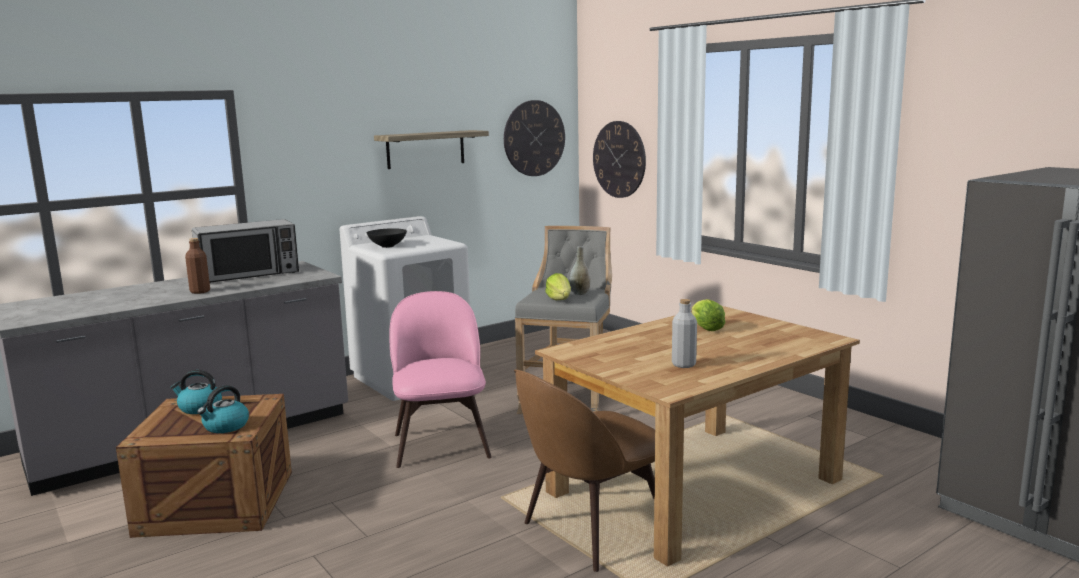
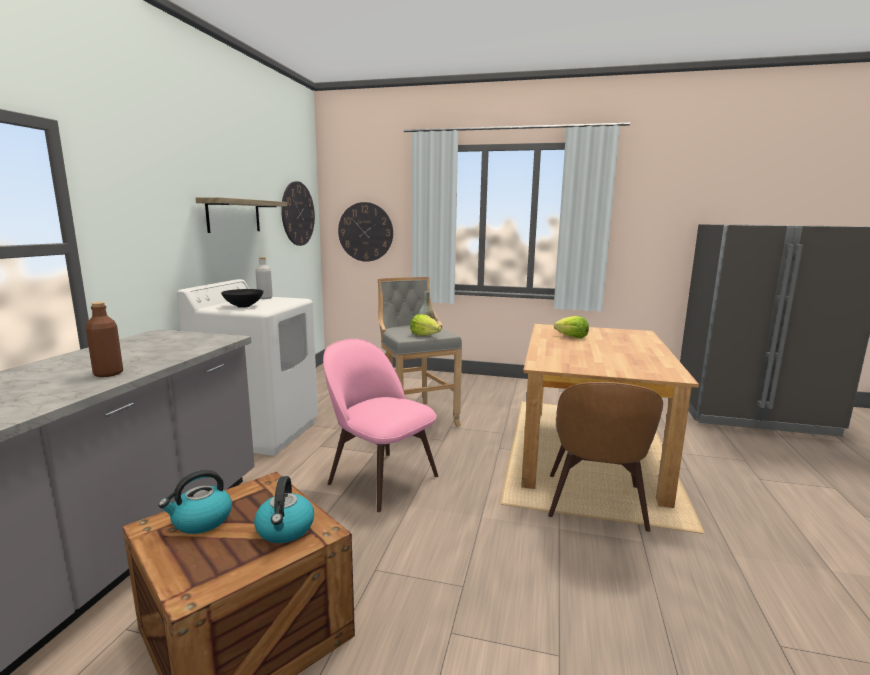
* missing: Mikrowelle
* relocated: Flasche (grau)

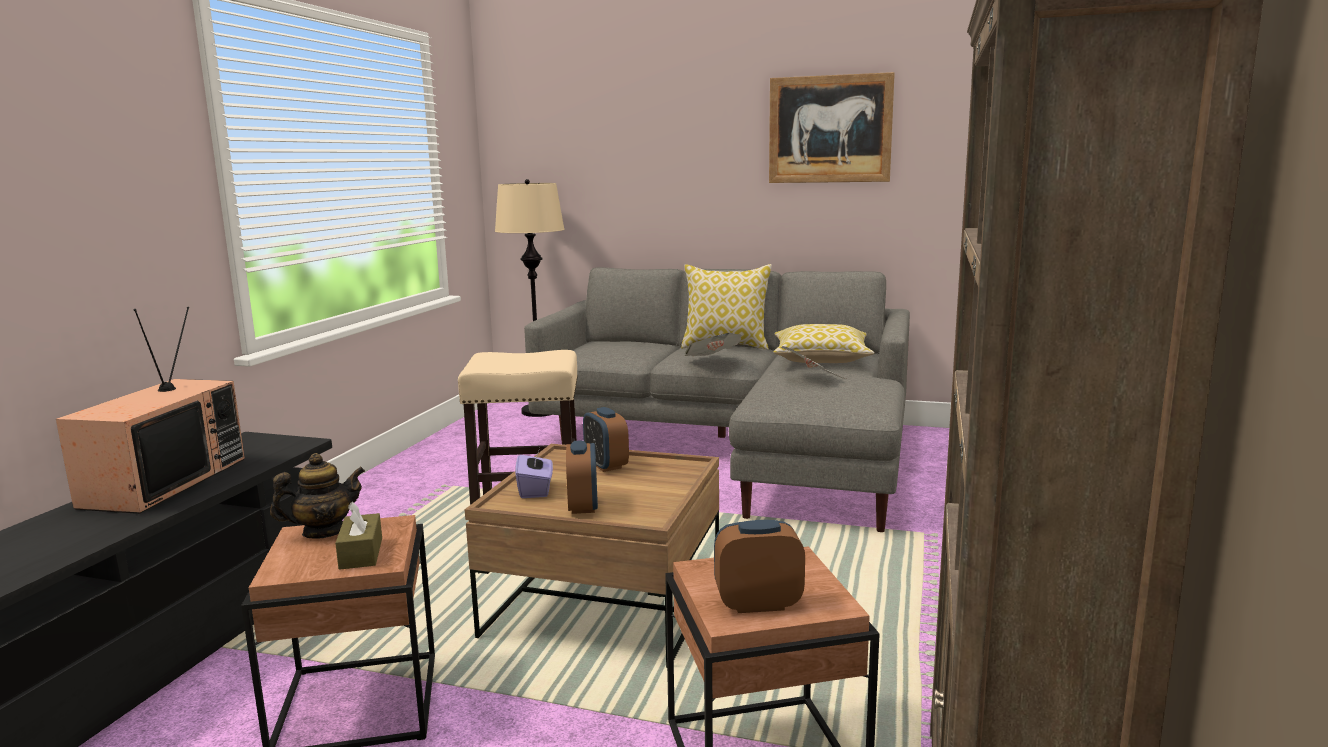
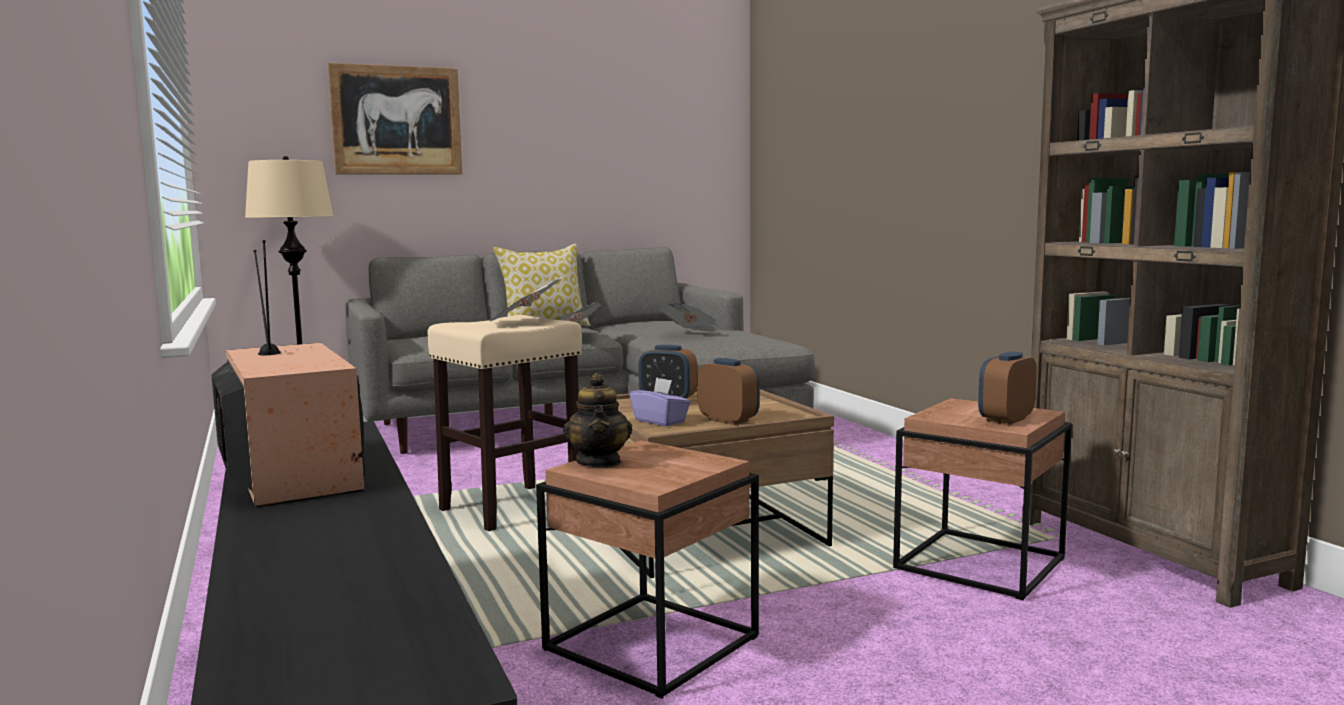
* missing: Taschentuchbox (braun)
* missing: Kissen (no. 2 from left)
* appeared: Zeitung (no. 1 from left)
* relocated: Bild
* spun: Teekanne 150 degrees clockwise

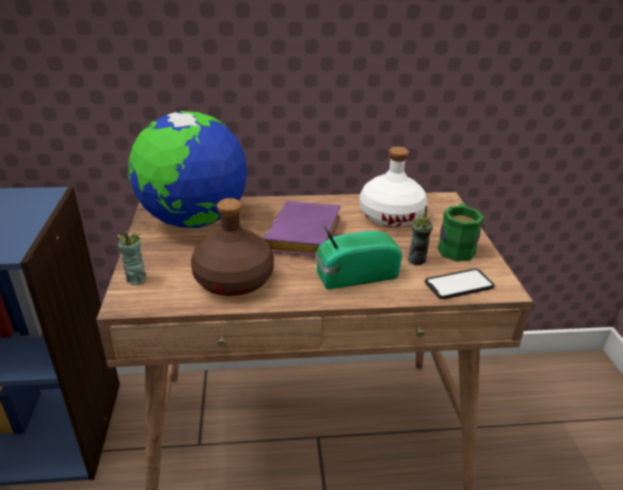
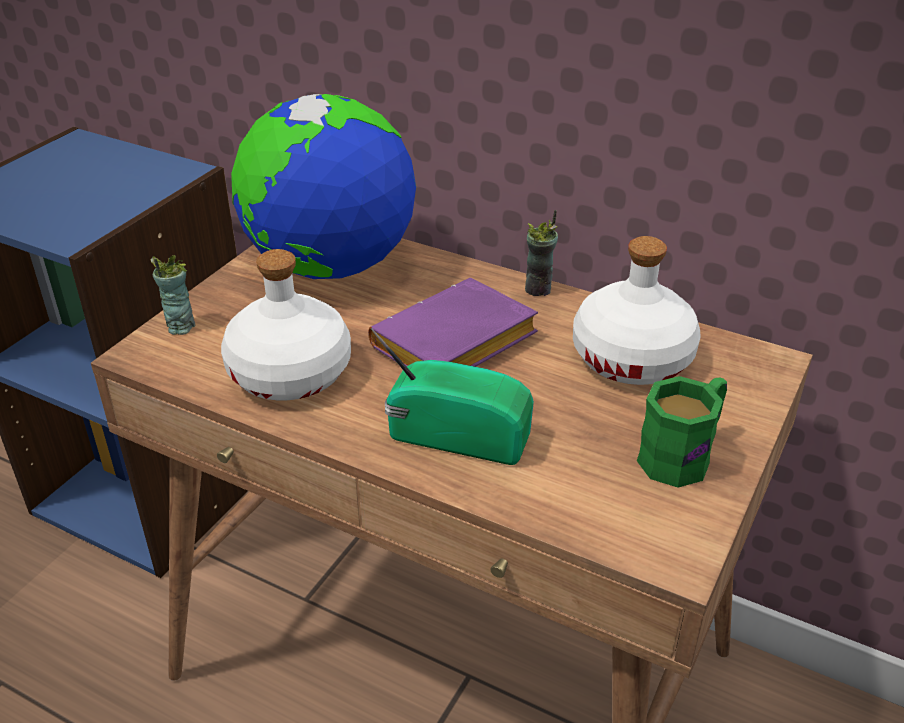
* missing: Handy
* relocated: Tasse (no. 2 from left)
* colour: Flasche (braun) to Flasche (weiß) (no. 1 from left)

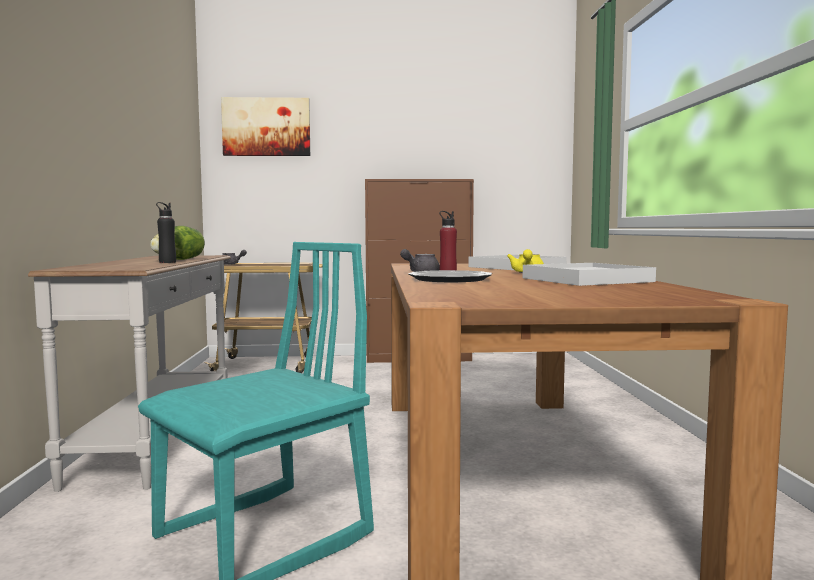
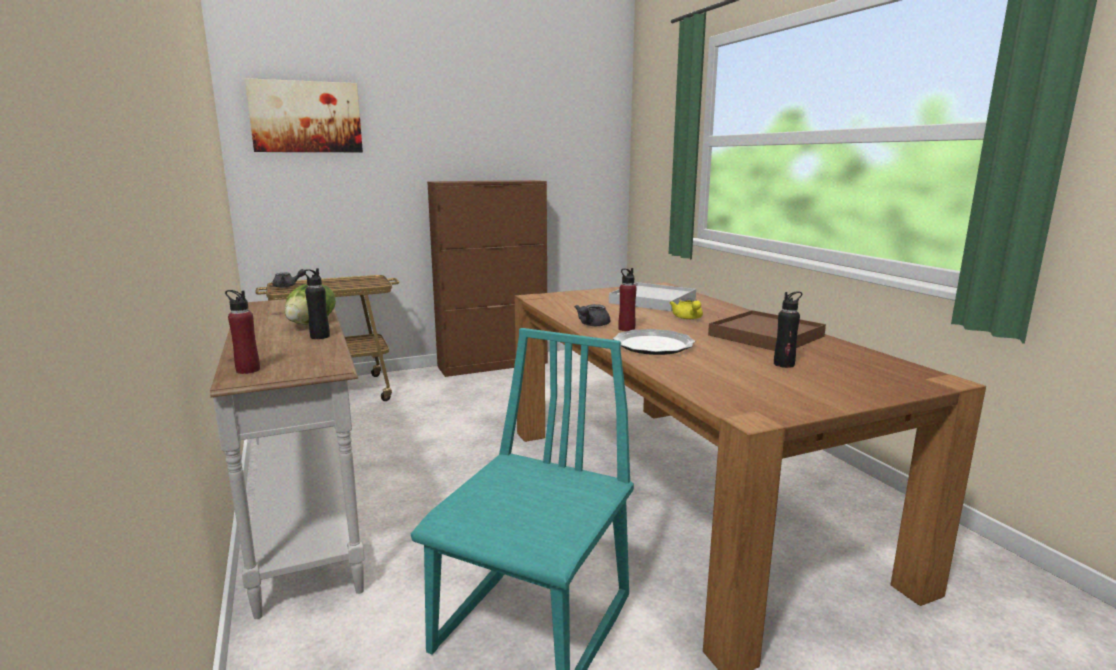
* appeared: Flasche (rot) (no. 1 from left)
* appeared: Flasche (schwarz) (no. 2 from left)
* colour: Tablett (weiß) (no. 2 from left) to Tablett (braun)

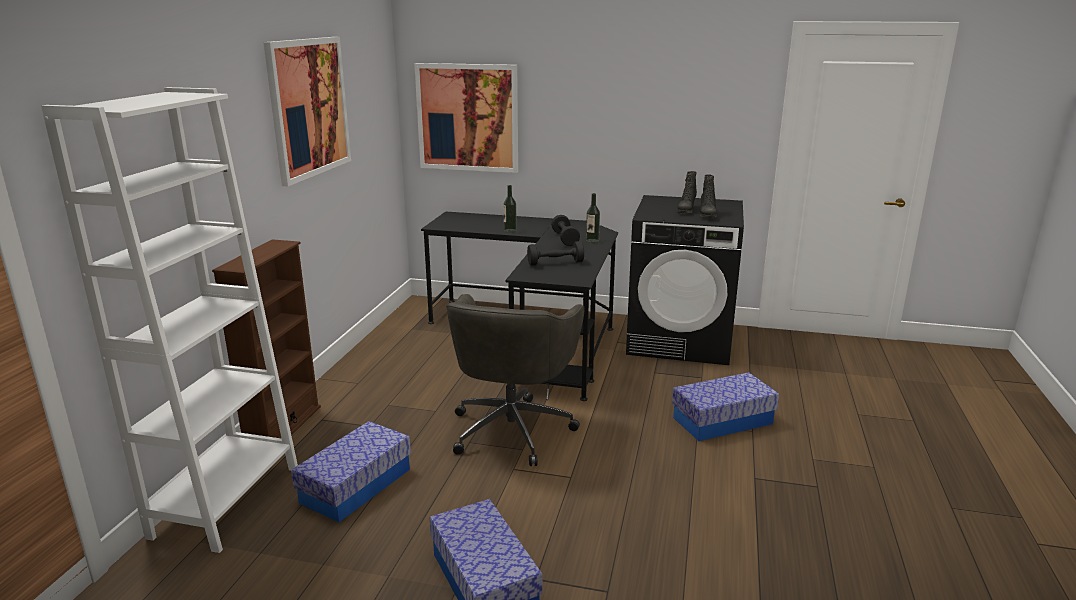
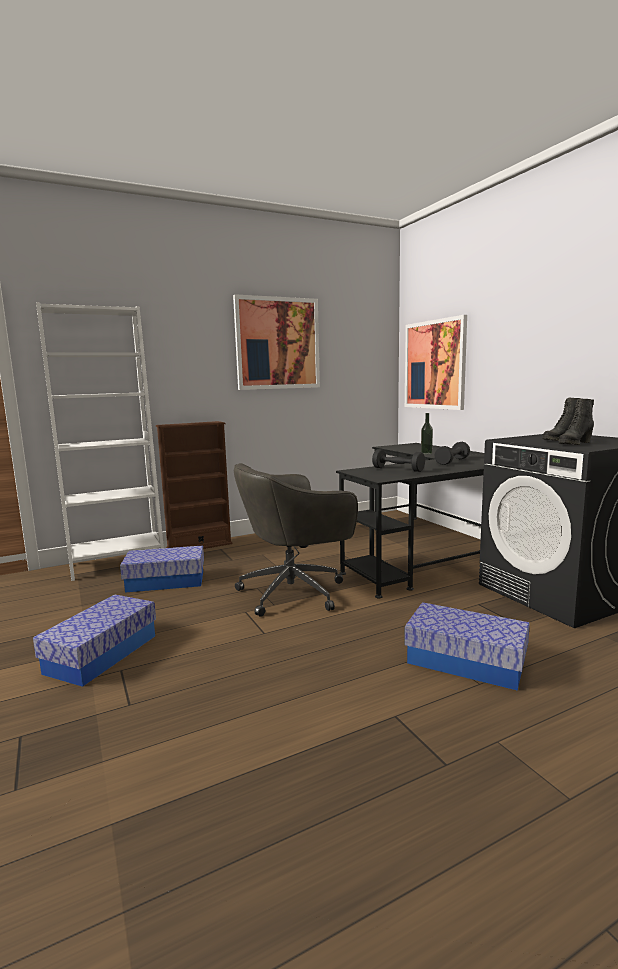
* missing: Flasche (no. 2 from left)

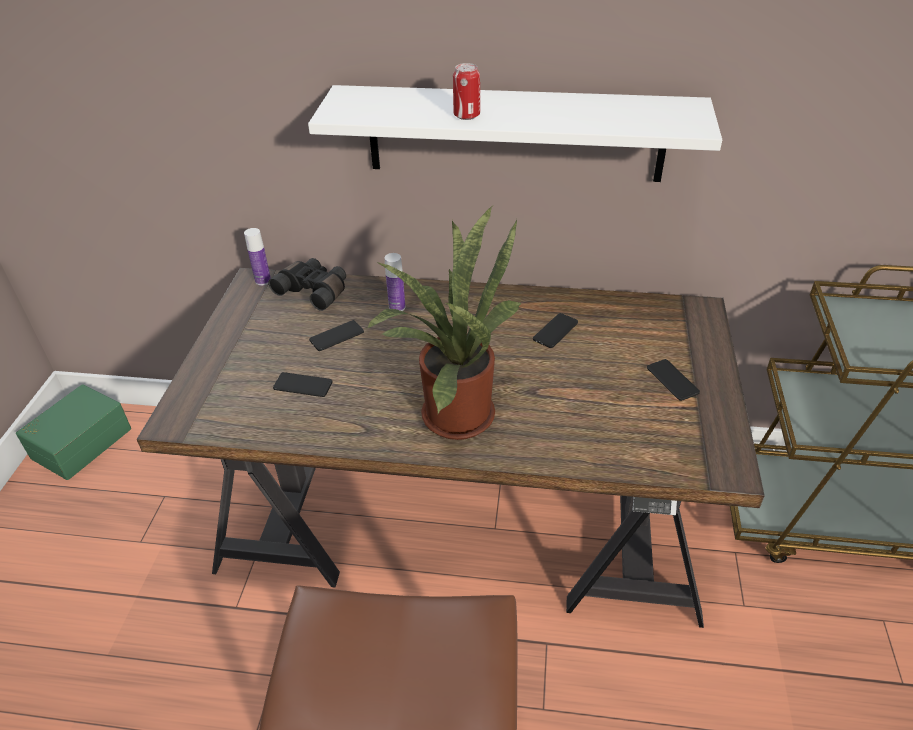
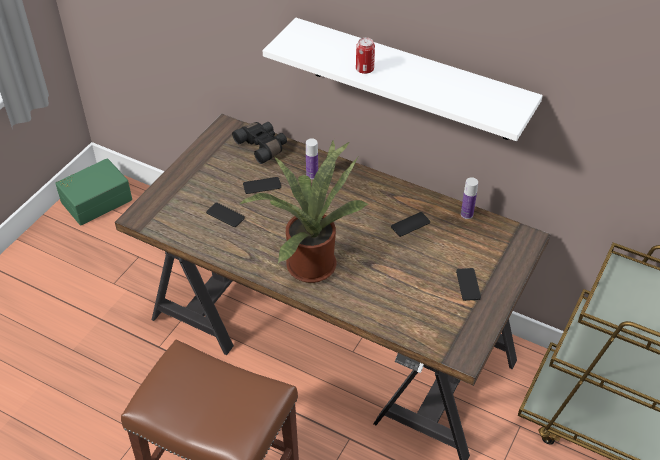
* relocated: Flasche (no. 1 from left in the first image) to Flasche (no. 2 from left)

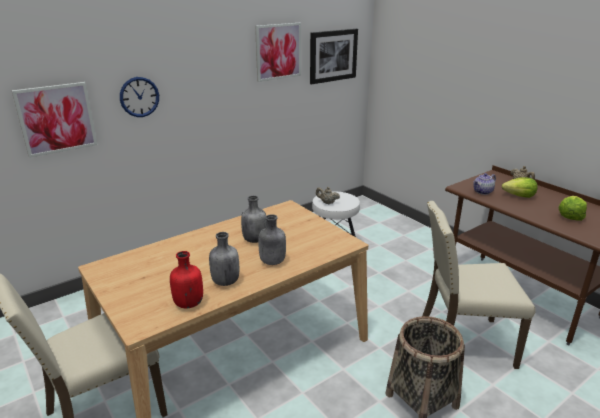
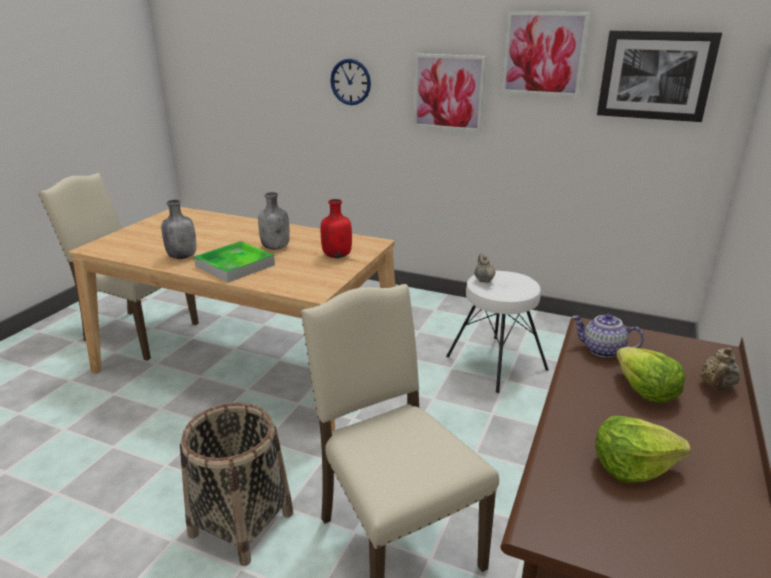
* relocated: Bild (no. 1 from left)
* relocated: Flasche (rot)
* exchanged: Flasche (grau) (no. 3 from left) to Tablett

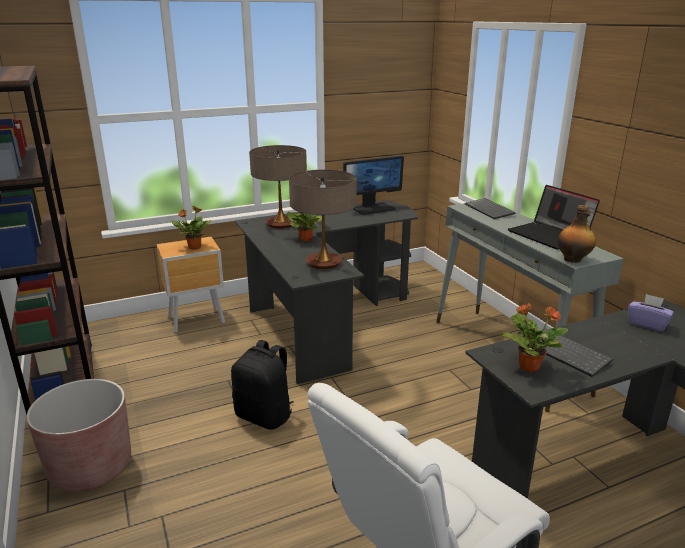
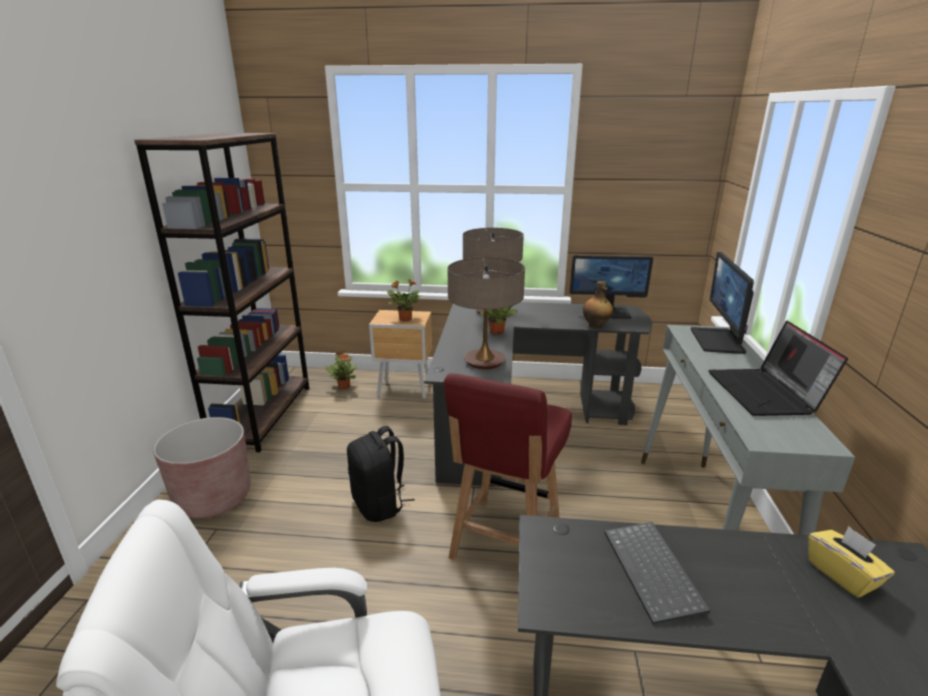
* appeared: Stuhl (rot)
* relocated: Topfpflanze (no. 3 from left in the first image) to Topfpflanze (no. 1 from left)
* relocated: Flasche
* exchanged: Tastatur (no. 1 from left) to Monitor (no. 2 from left)
* colour: Taschentuchbox (lila) to Taschentuchbox (gelb)

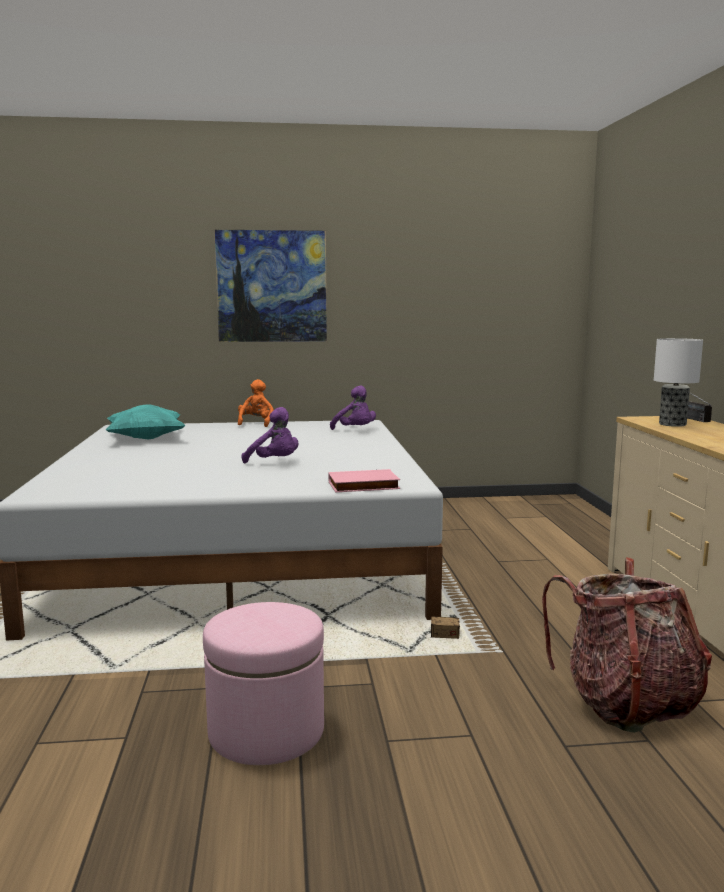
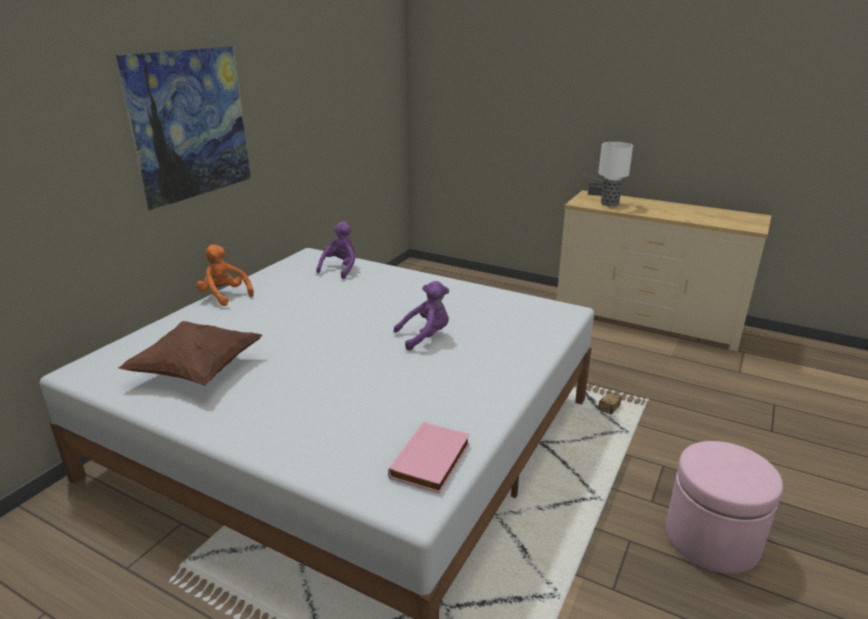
* missing: Rucksack
* relocated: Buch (rosa)
* colour: Kissen (türkis) to Kissen (braun)
* spun: Plüschtier (lila) (no. 2 from left in the first image) 60 degrees counterclockwise

